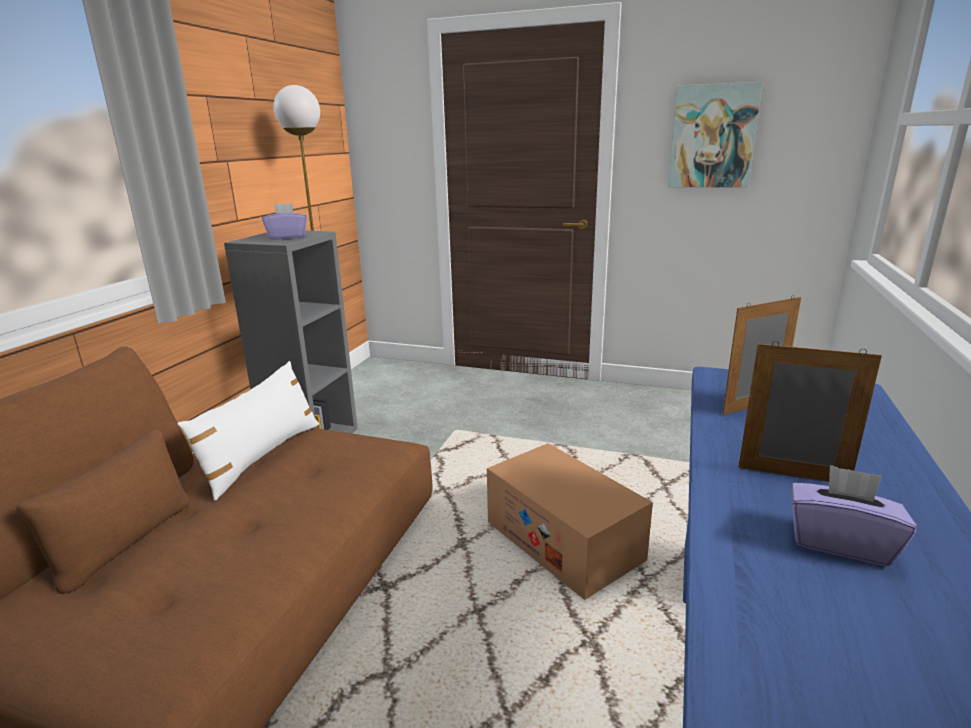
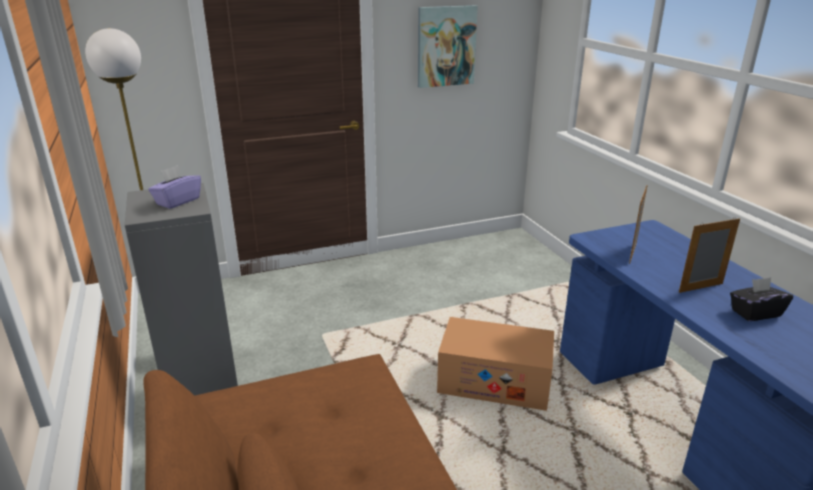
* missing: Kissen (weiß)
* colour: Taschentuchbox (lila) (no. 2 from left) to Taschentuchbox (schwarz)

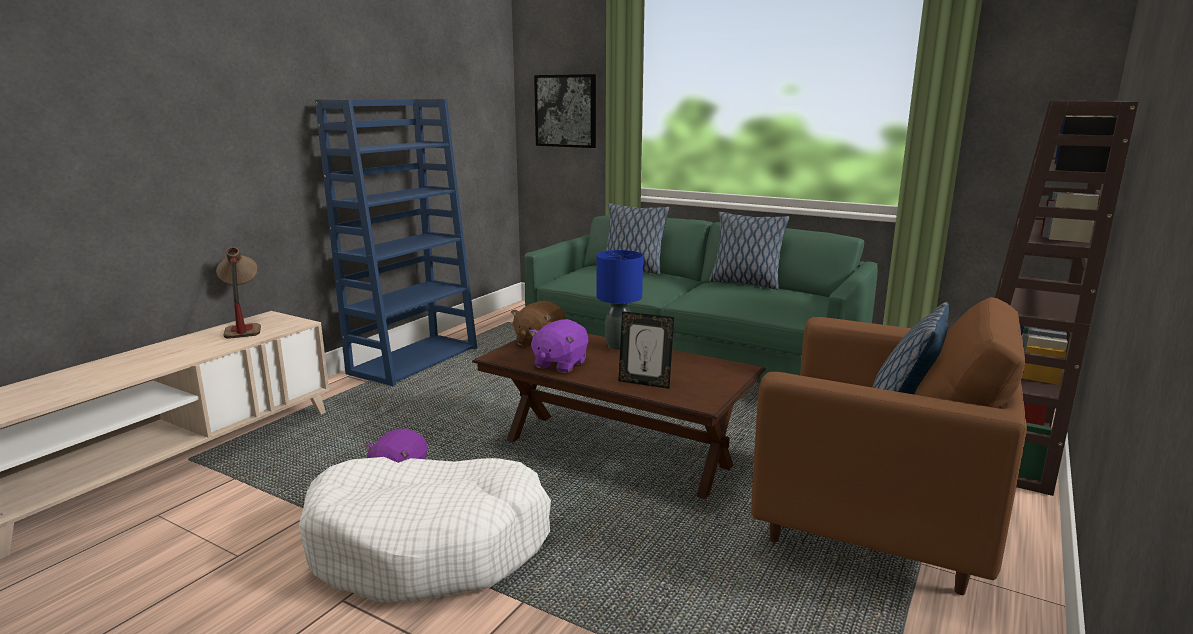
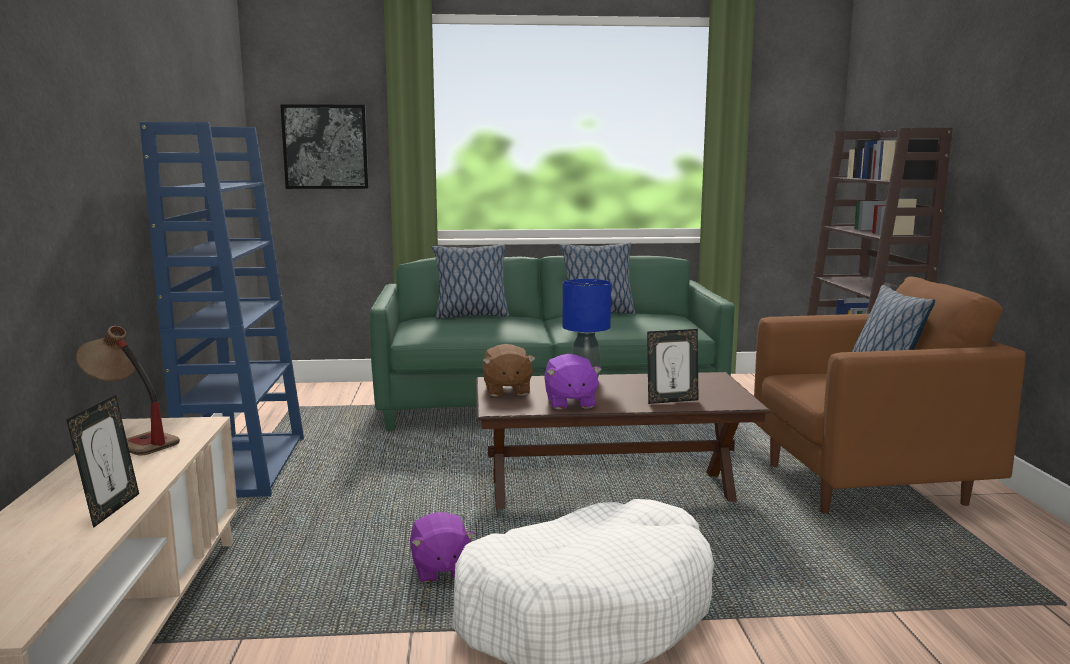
* appeared: Bilderrahmen (no. 1 from left)

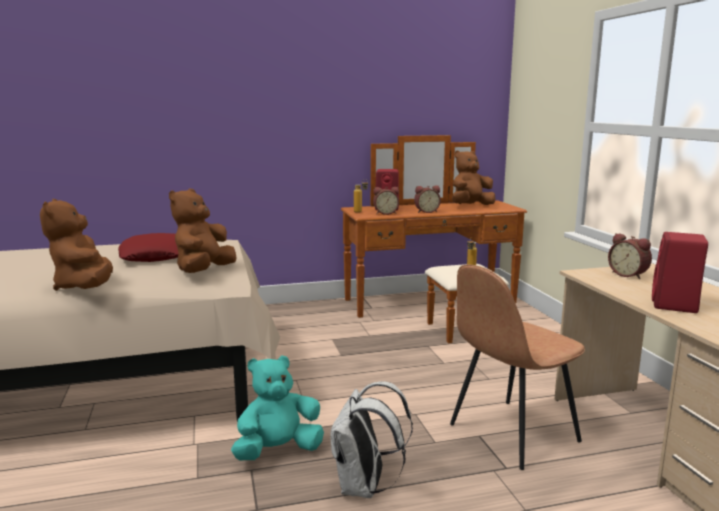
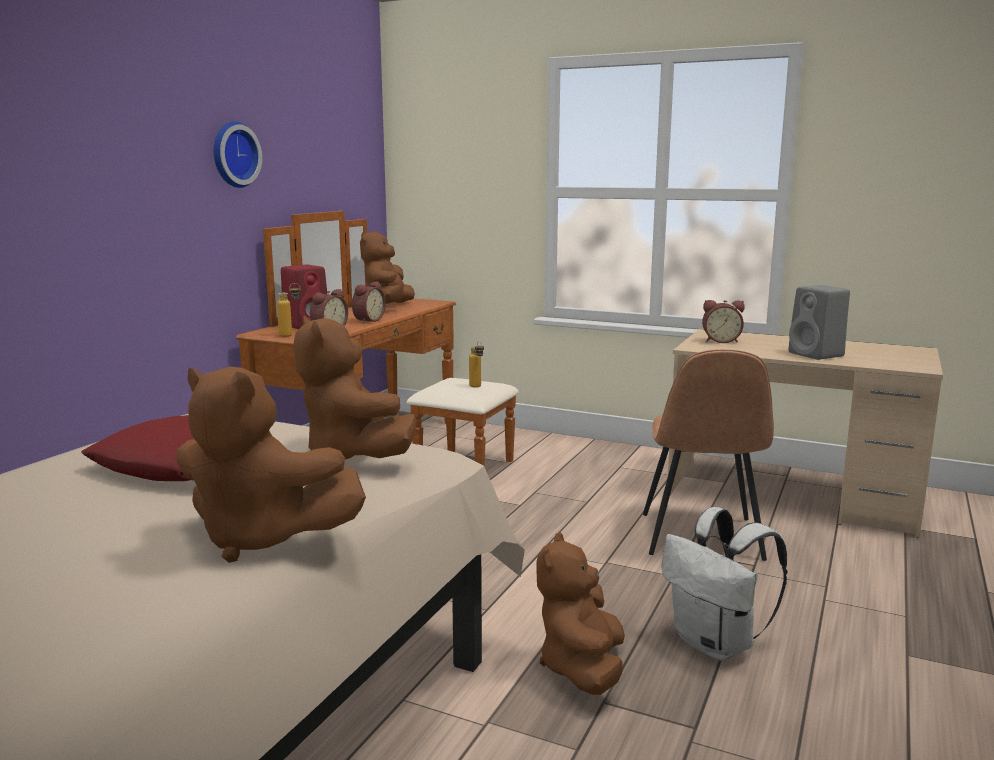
* appeared: Wanduhr
* colour: Plüschtier (türkis) to Plüschtier (braun) (no. 4 from left)
* colour: Lautsprecher (rot) (no. 2 from left) to Lautsprecher (grau)

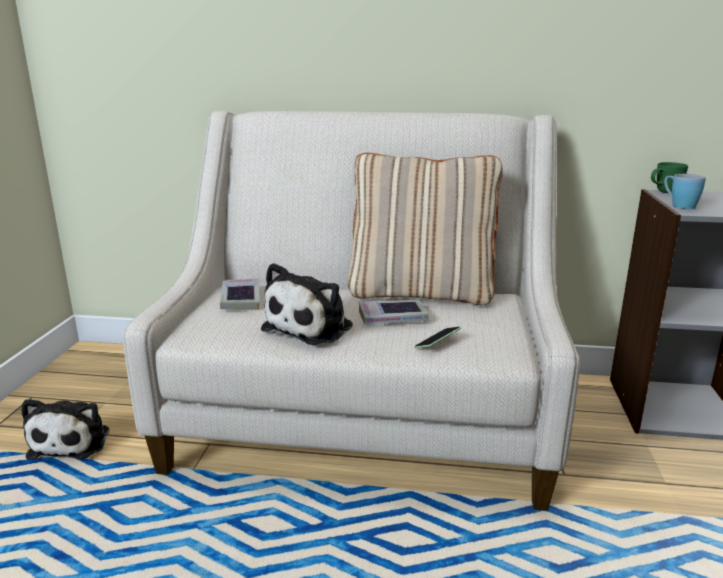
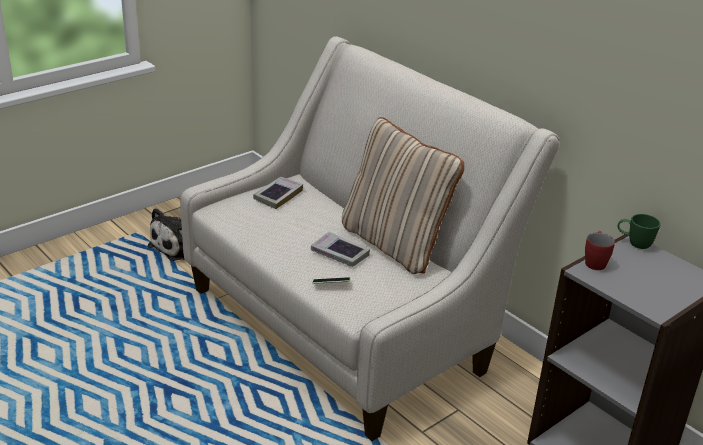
* missing: Plüschtier (no. 2 from left)
* colour: Henkelbecher (blau) to Henkelbecher (rot)

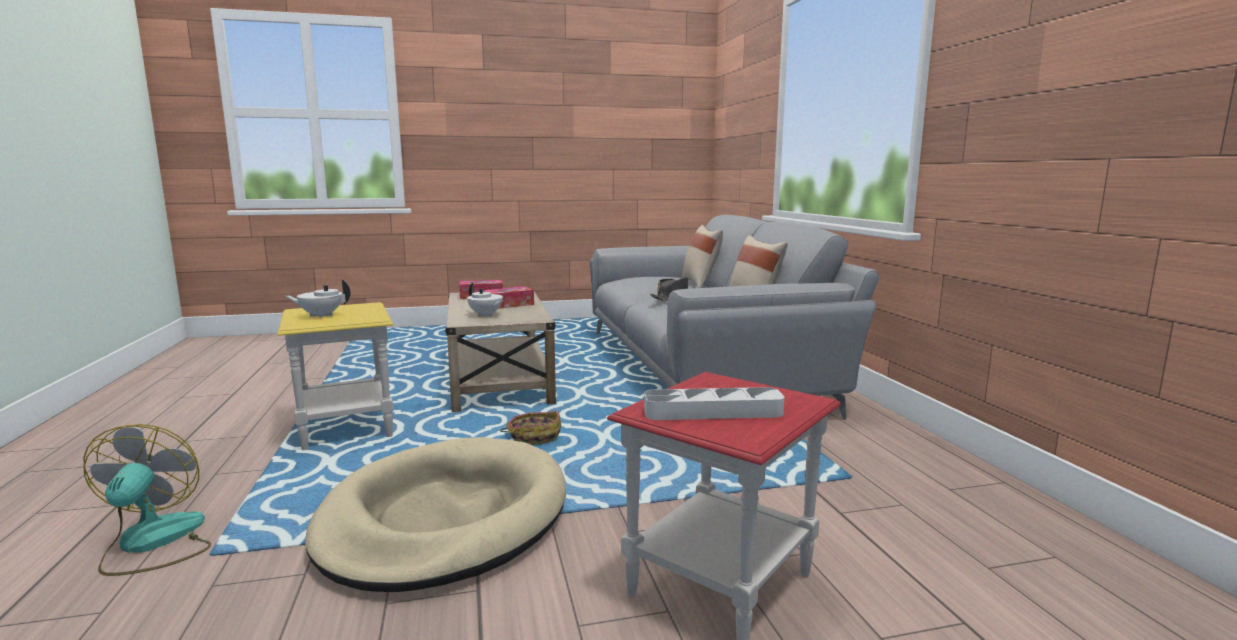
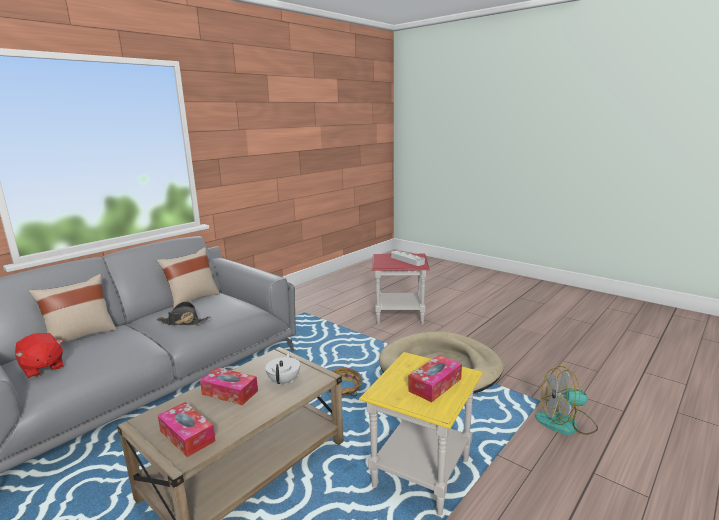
* appeared: Plüschtier (rot)
* exchanged: Teekanne (weiß) (no. 1 from left) to Taschentuchbox (no. 3 from left)
* spun: Ventilator 45 degrees clockwise

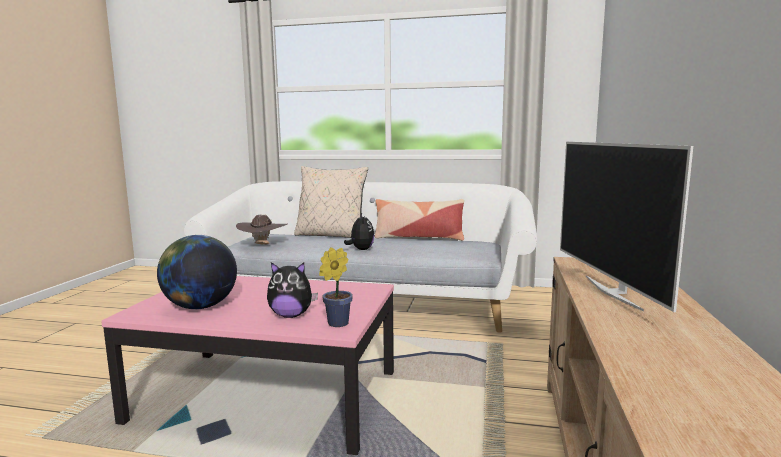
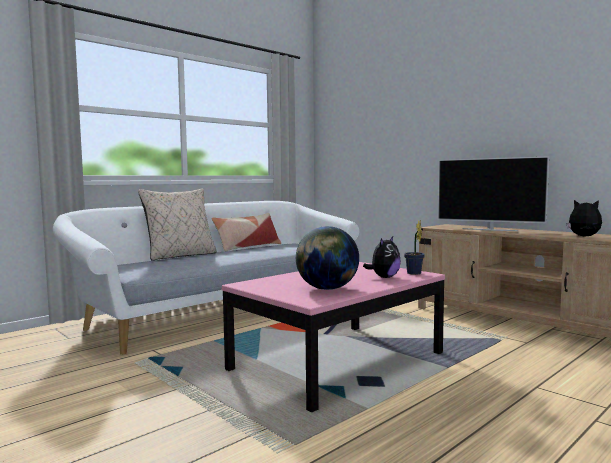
* missing: Hut (braun)
* relocated: Plüschtier (no. 2 from left)

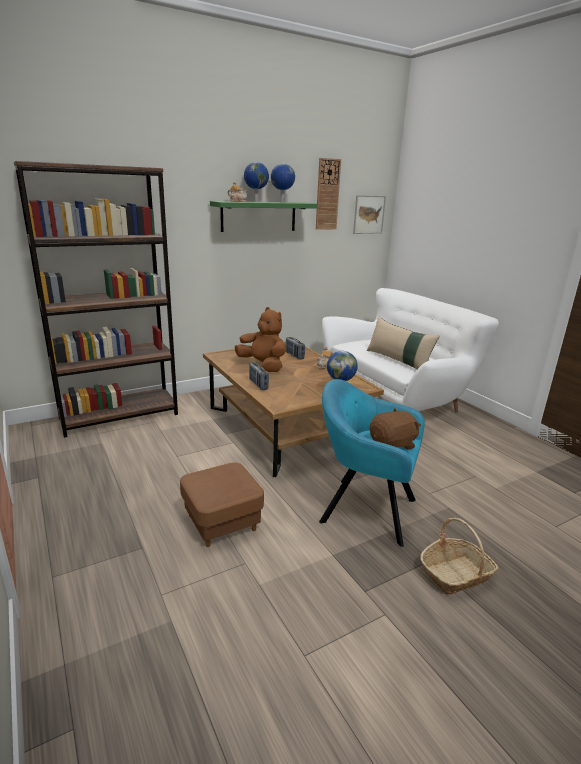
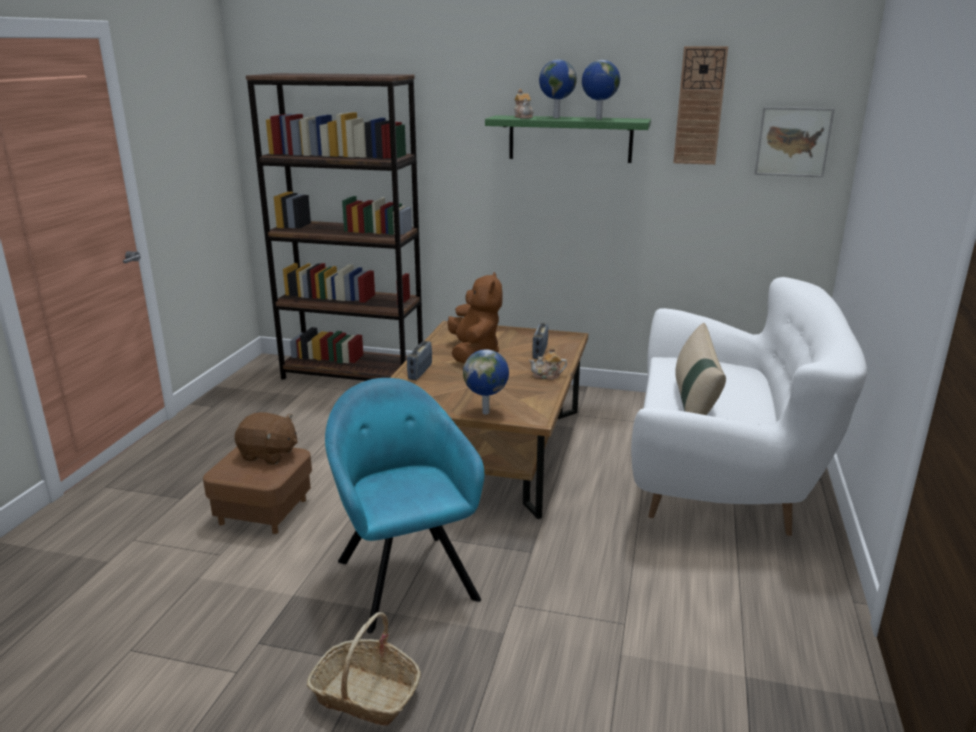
* relocated: Plüschtier (braun) (no. 2 from left in the first image) to Plüschtier (braun) (no. 1 from left)

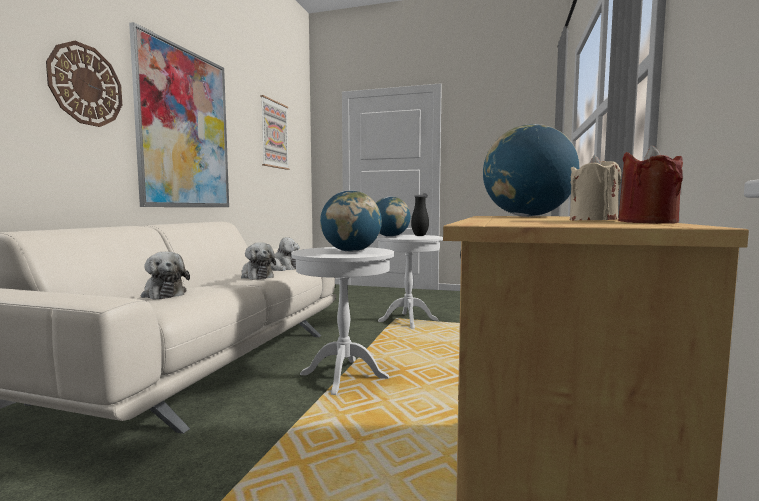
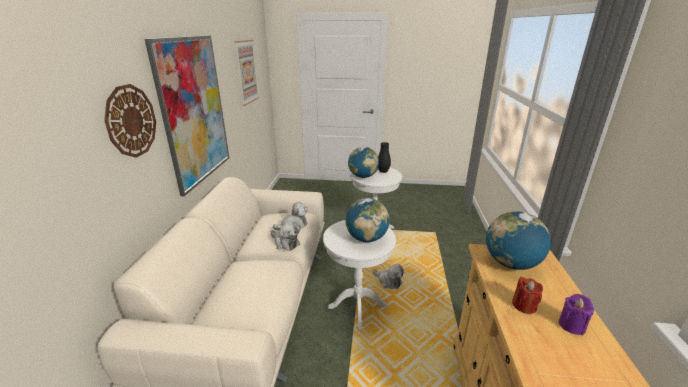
* relocated: Plüschtier (no. 1 from left in the first image) to Plüschtier (no. 3 from left)
* relocated: Kerze (rot)
* colour: Kerze (beige) to Kerze (lila)

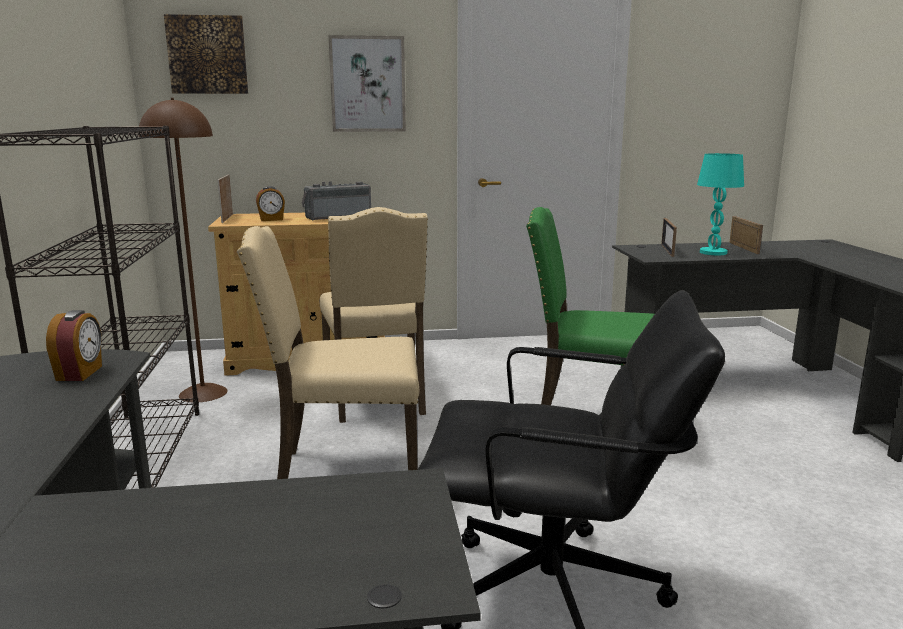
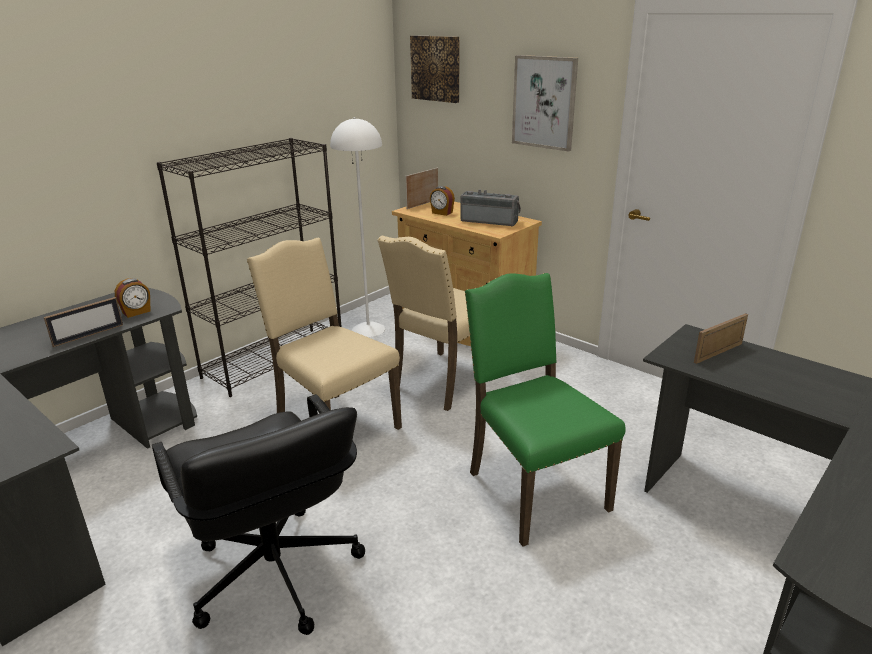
* missing: Tischlampe (türkis)
* relocated: Bilderrahmen (no. 3 from left in the first image) to Bilderrahmen (no. 1 from left)
* colour: Stehlampe (braun) to Stehlampe (weiß)

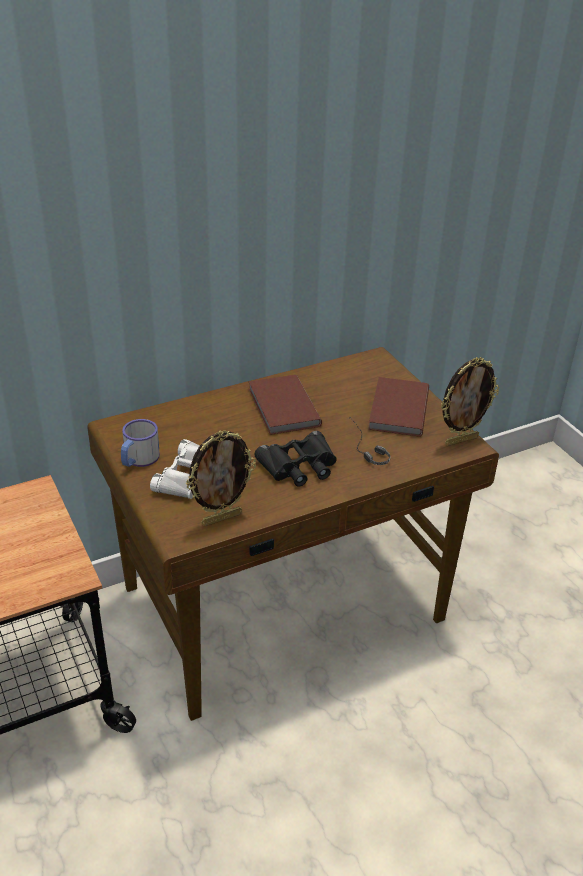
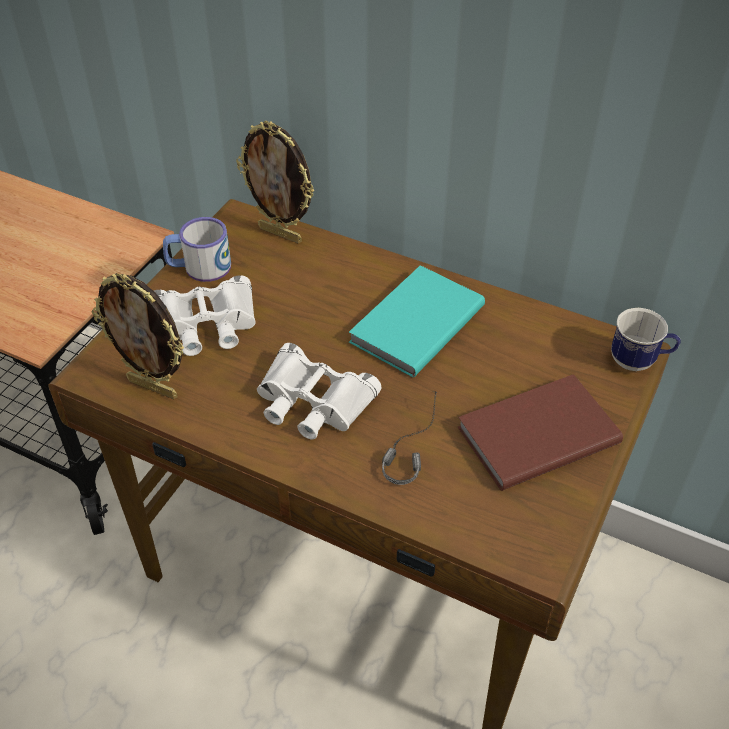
* appeared: Henkelbecher (no. 2 from left)
* relocated: Bilderrahmen (no. 2 from left)
* colour: Buch (braun) (no. 1 from left) to Buch (türkis)
* colour: Fernglas (schwarz) to Fernglas (weiß) (no. 2 from left)

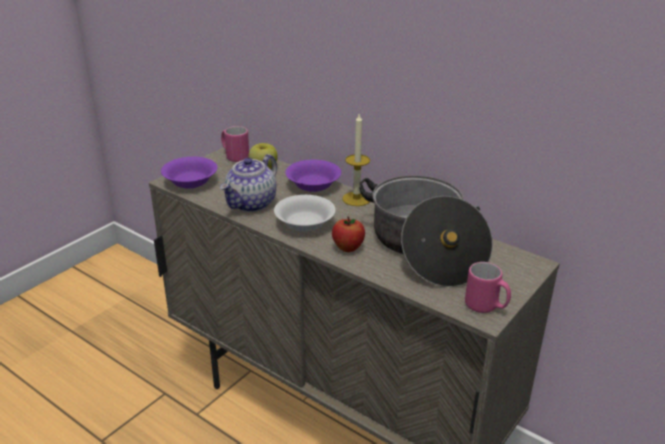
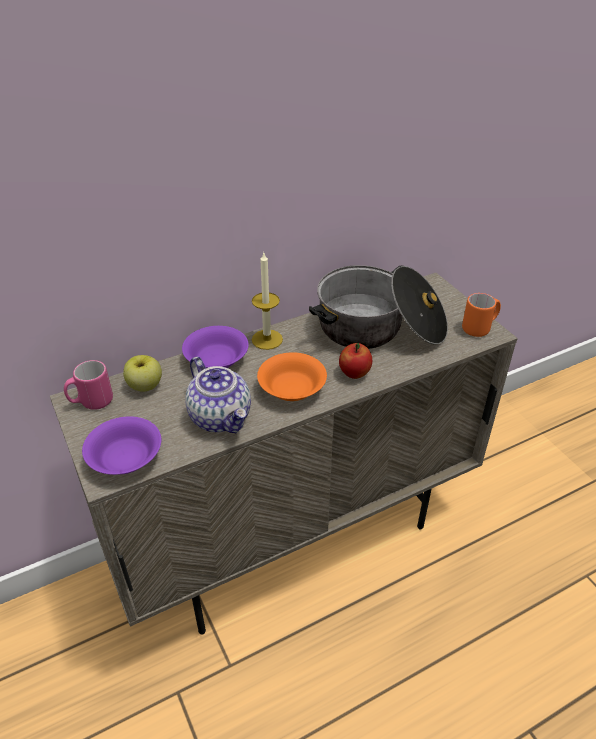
* colour: Schüssel (weiß) to Schüssel (orange)
* colour: Henkelbecher (rosa) (no. 2 from left) to Henkelbecher (orange)

